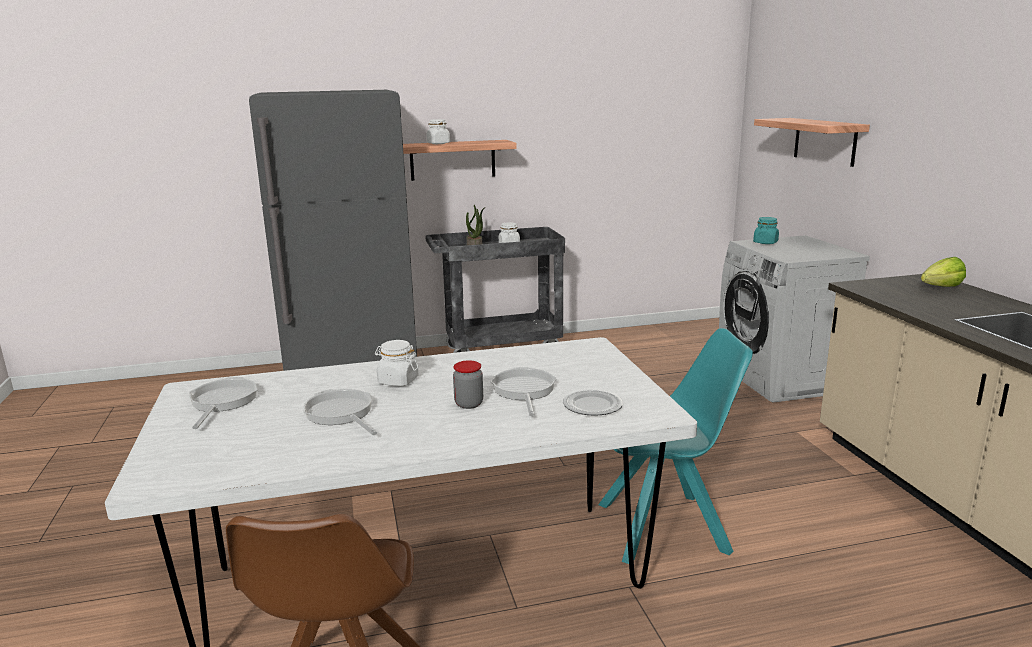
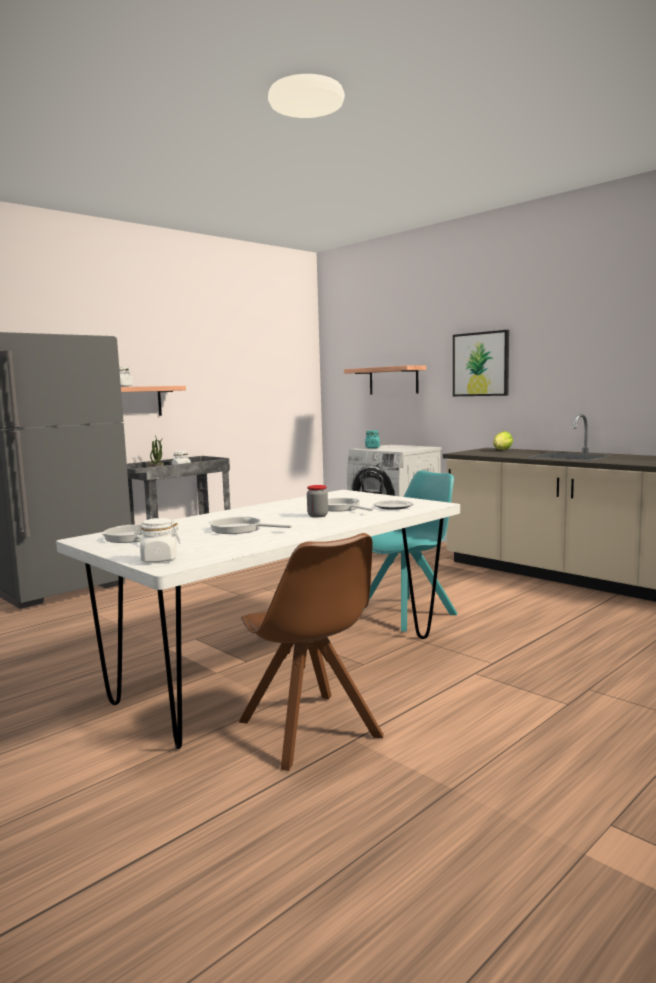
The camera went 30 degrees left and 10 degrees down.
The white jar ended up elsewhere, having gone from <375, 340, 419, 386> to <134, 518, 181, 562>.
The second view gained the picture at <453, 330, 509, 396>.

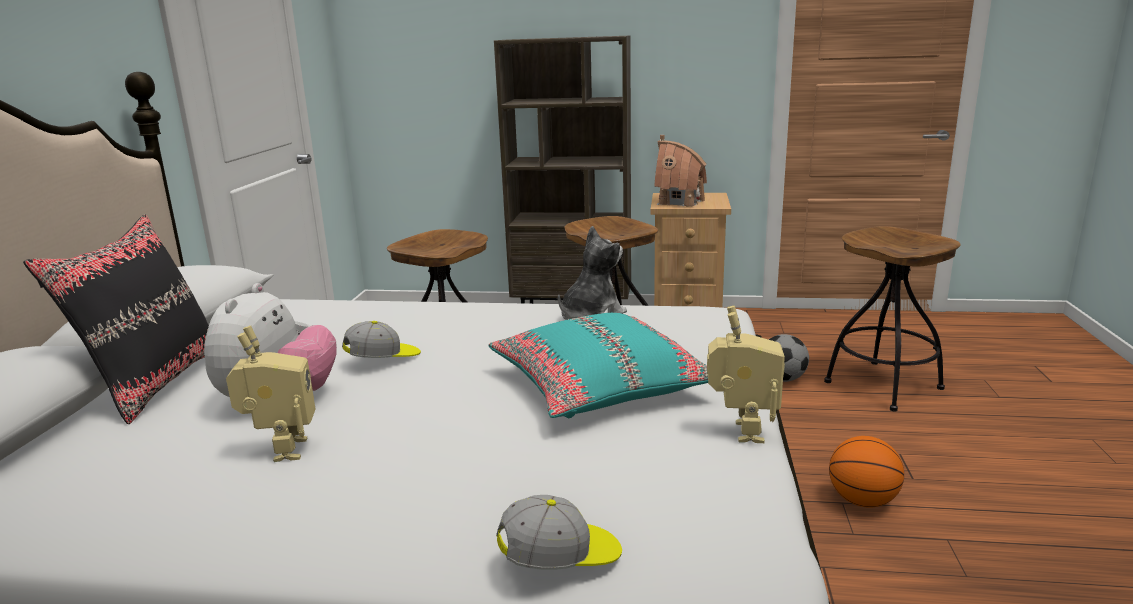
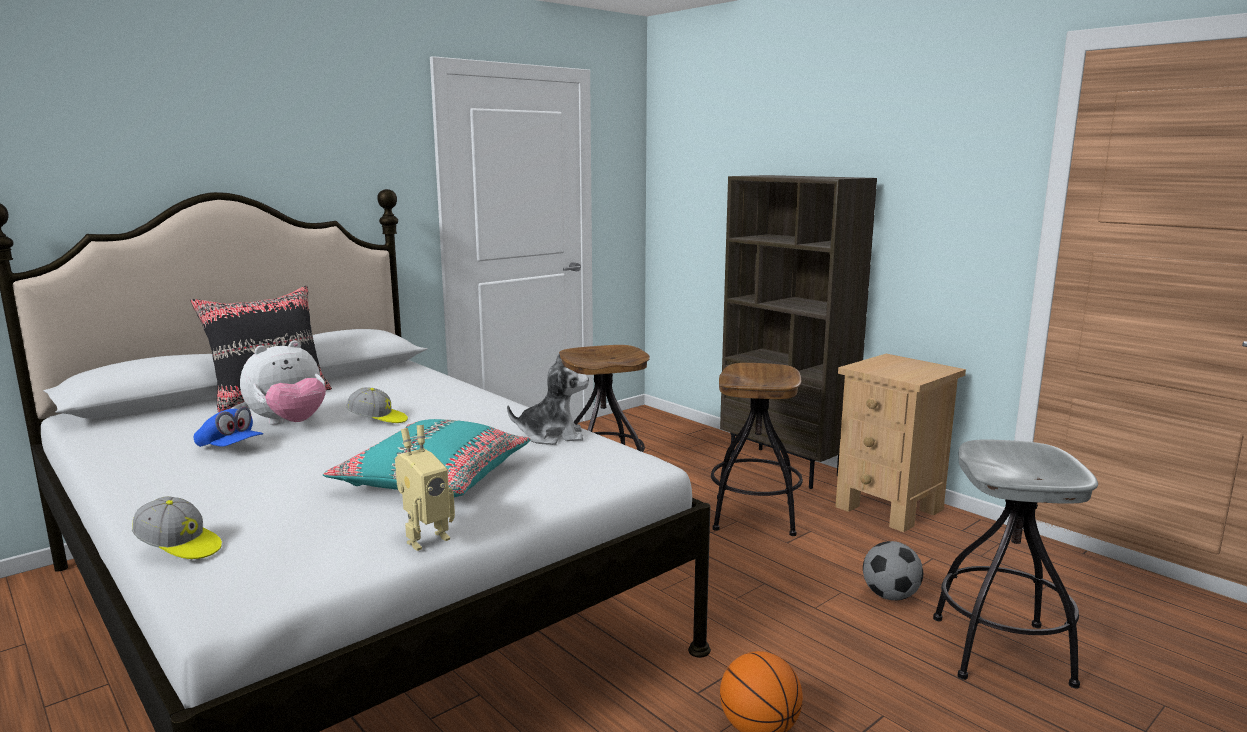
The camera went 40 degrees right and 5 degrees down.
The second view lost the toy house at <655, 135, 707, 207>.
What was the brown stool at <824, 226, 961, 412> turned into the grey stool at <933, 439, 1098, 689>.
Where the toy robot stood at <226, 326, 316, 462>, the blue cap came to stand at <194, 406, 263, 447>.

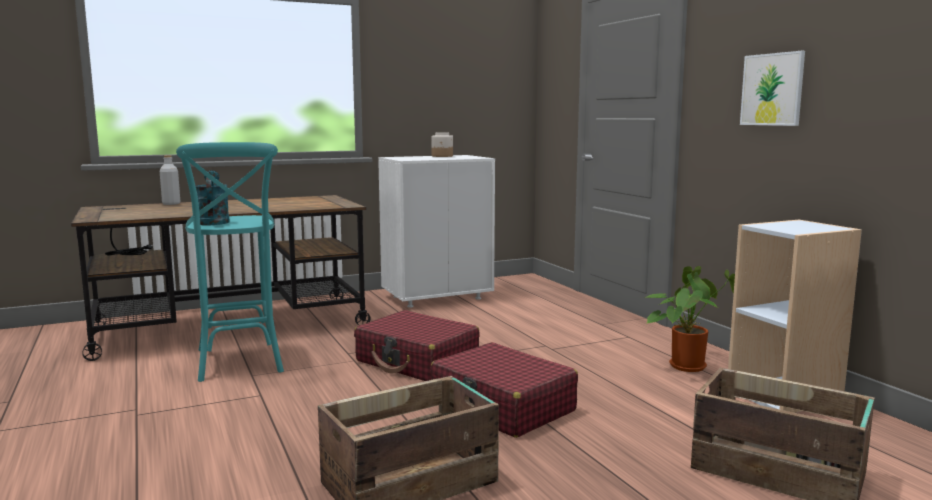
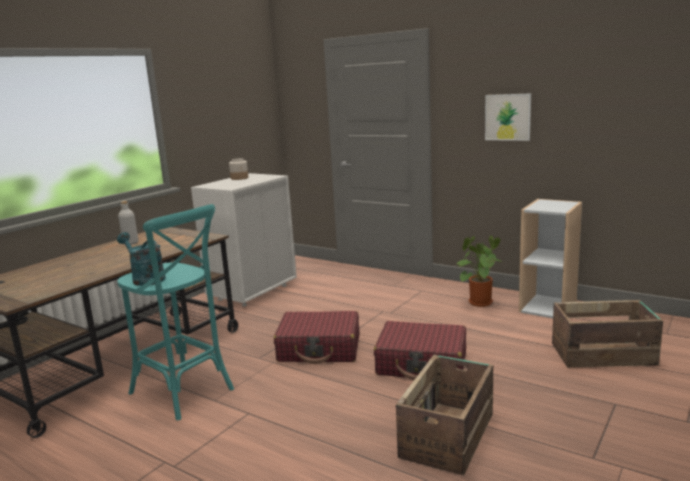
The camera went 30 degrees left and 5 degrees up.
The grey bottle ended up elsewhere, having gone from <160, 155, 180, 205> to <118, 201, 139, 245>.

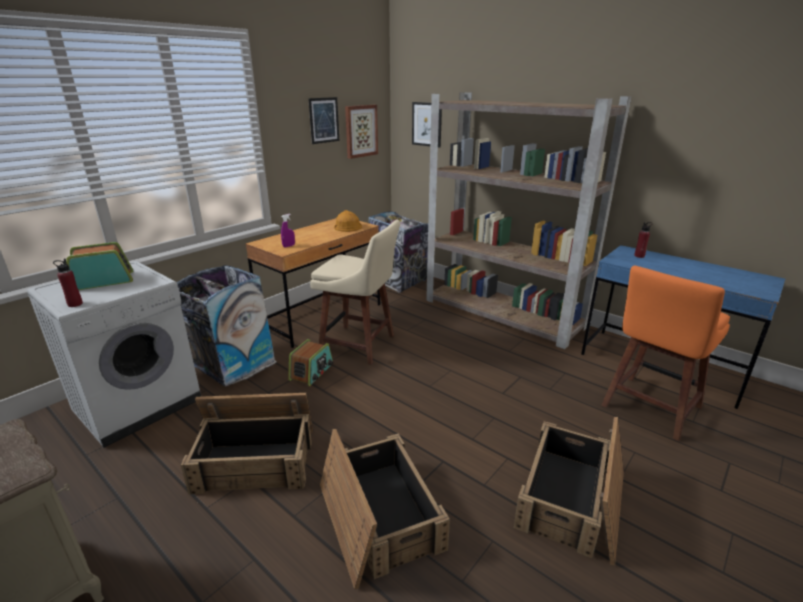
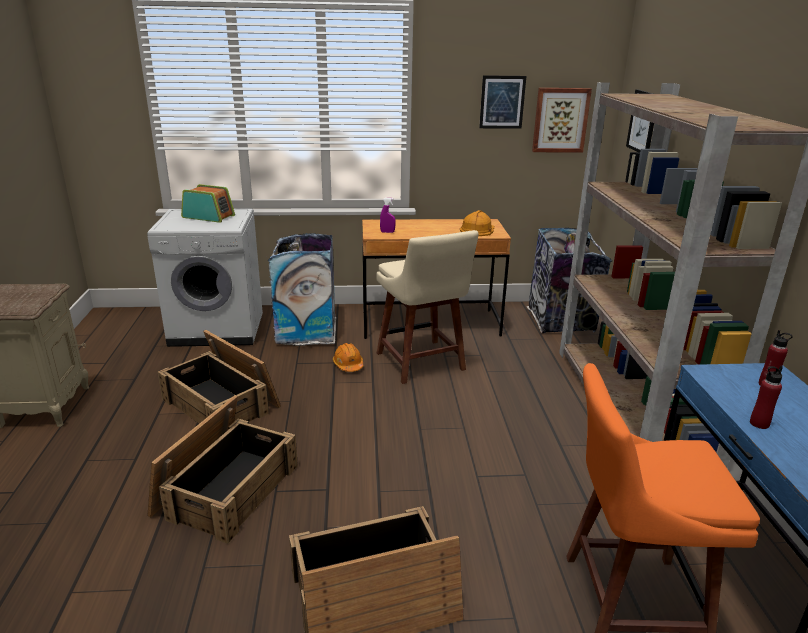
The camera went 45 degrees right and 0 degrees up.
The red bottle ended up elsewhere, having gone from <53, 258, 83, 307> to <750, 366, 783, 429>.
Where the radio stood at <288, 339, 333, 386>, the orange hard hat came to stand at <333, 343, 363, 372>.

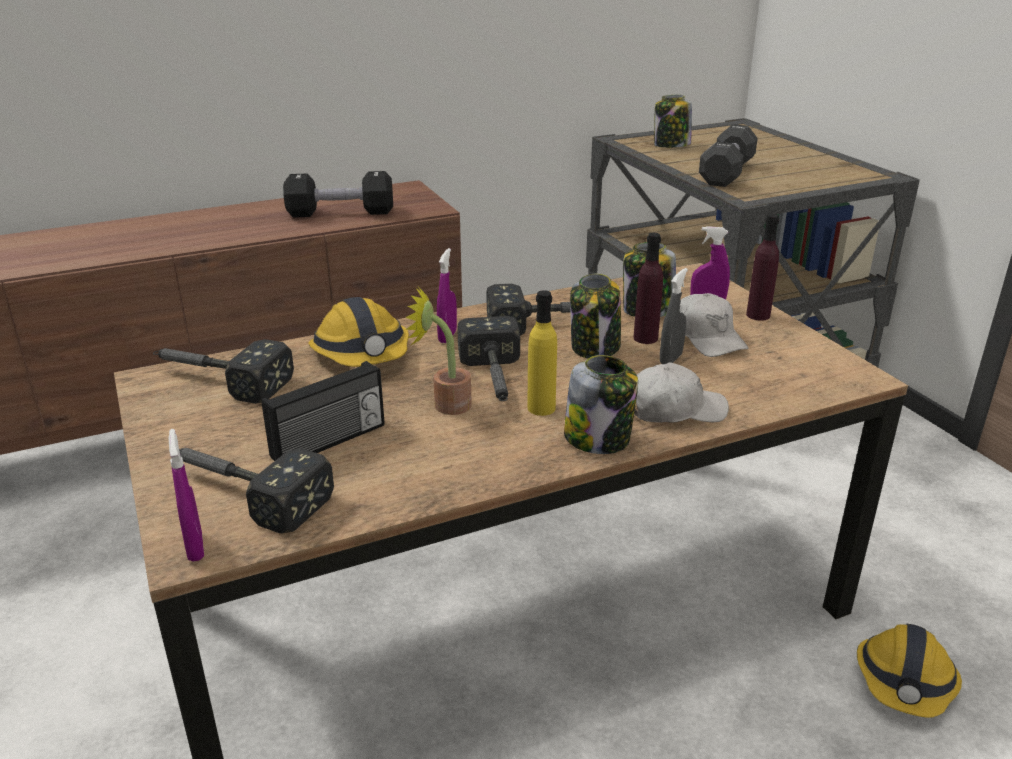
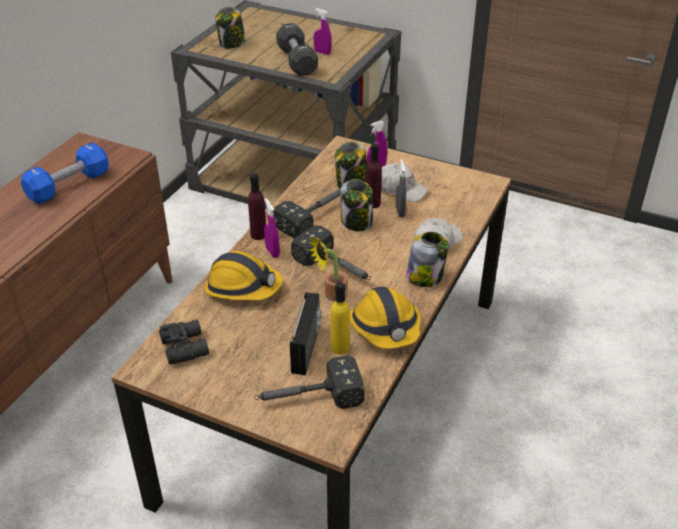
The camera went 40 degrees left and 10 degrees up.
What was the black dumbbell at <283, 171, 393, 218> turned into the blue dumbbell at <21, 142, 109, 204>.
The purple bottle ended up elsewhere, having gone from <746, 214, 779, 321> to <248, 173, 266, 240>.
The yellow bottle ended up elsewhere, having gone from <528, 290, 557, 416> to <331, 282, 350, 355>.
Where the hammer stood at <153, 339, 294, 404>, the black binoculars came to stand at <159, 320, 209, 365>.
The purple spray bottle ended up elsewhere, having gone from <169, 429, 204, 562> to <314, 8, 332, 55>.
The hard hat ended up elsewhere, having gone from <857, 624, 962, 718> to <350, 287, 421, 349>.

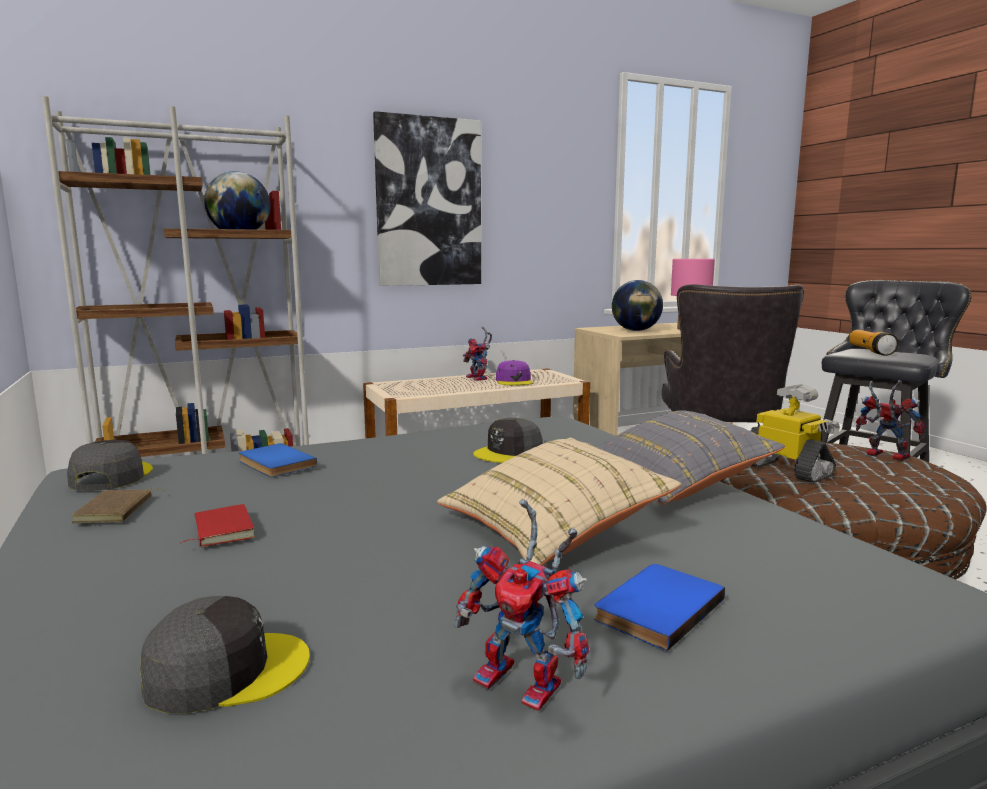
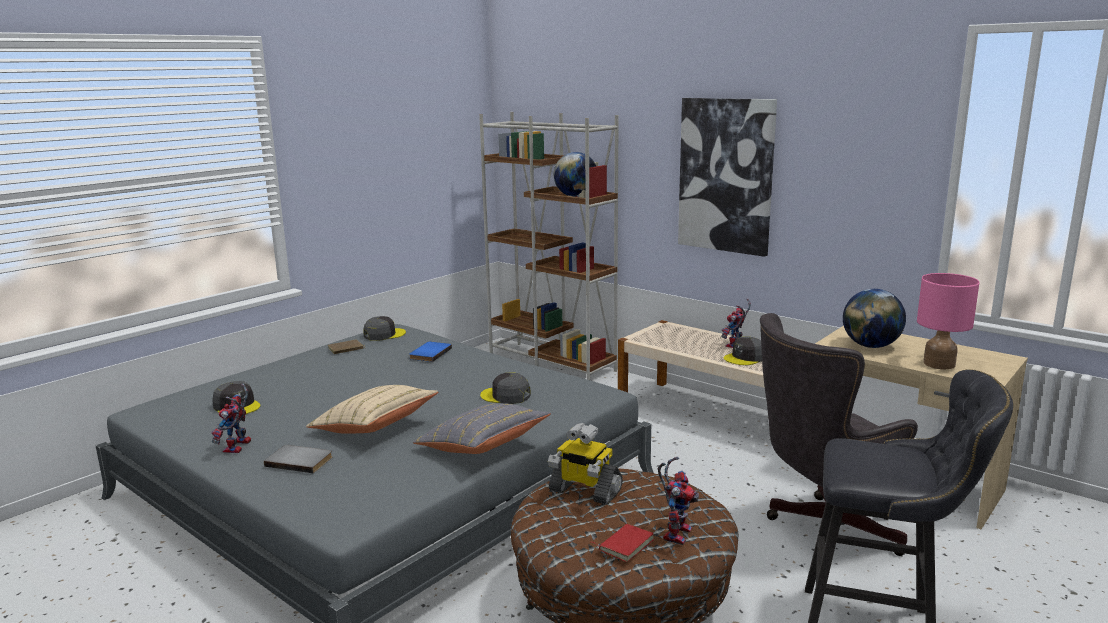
The camera went 65 degrees right and 5 degrees up.
The second view lost the flashlight at <849, 330, 899, 356>.
What was the purple cap at <496, 360, 533, 385> turned into the grey cap at <724, 337, 762, 365>.
The toy robot at <750, 384, 840, 483> ended up facing another way, 90 degrees clockwise from before.
The red book ended up elsewhere, having gone from <180, 504, 255, 547> to <593, 524, 654, 562>.
What was the blue book at <594, 564, 725, 651> turned into the grey book at <264, 445, 332, 473>.

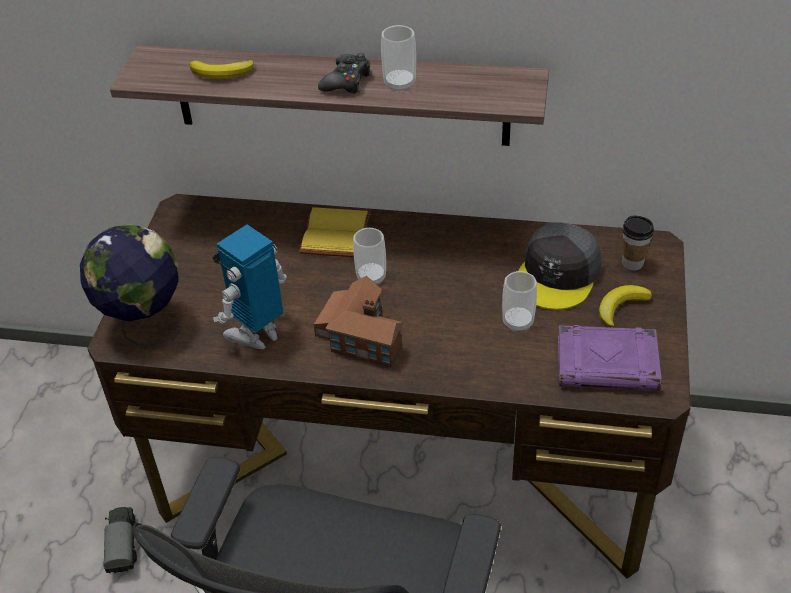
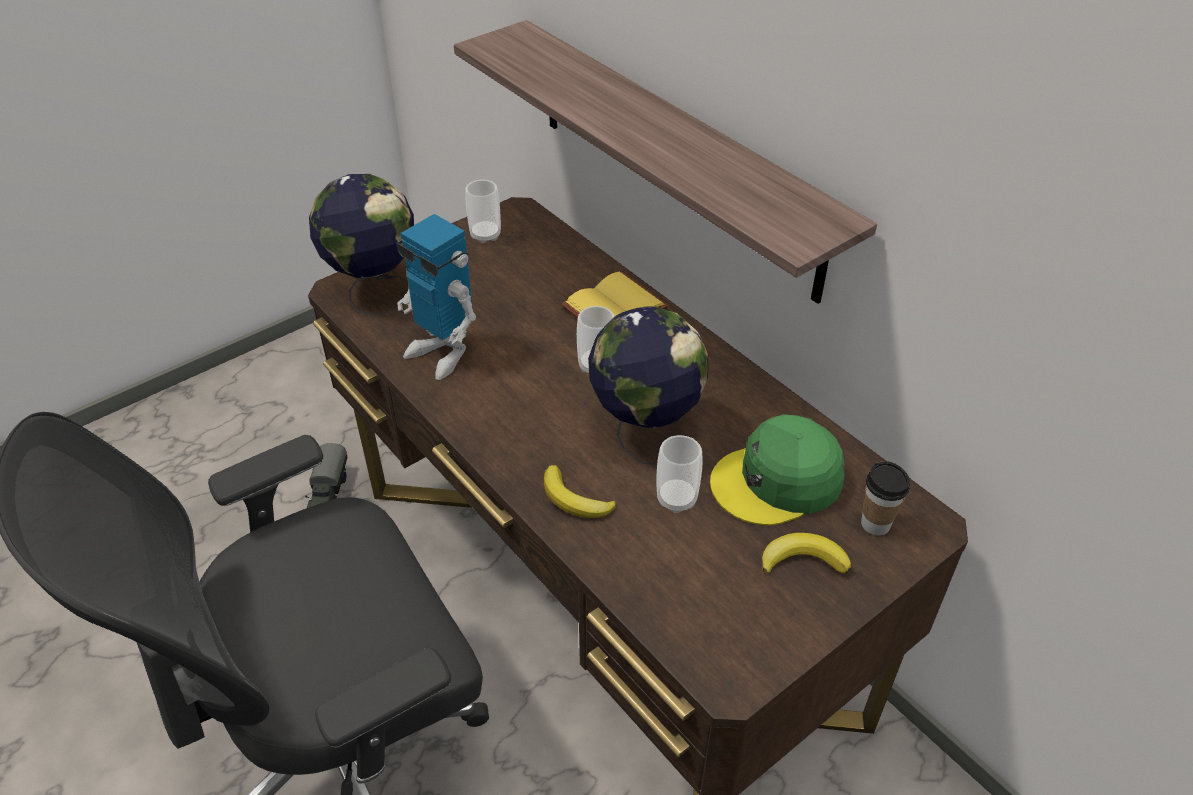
The camera went 40 degrees right and 0 degrees up.
The cup ended up elsewhere, having gone from <381, 25, 416, 92> to <465, 180, 501, 243>.
The second view lost the black game controller at <318, 53, 372, 94>.
The banana ended up elsewhere, having gone from <190, 60, 254, 79> to <544, 465, 617, 518>.
What was the grey cap at <518, 223, 602, 310> turned into the green cap at <710, 414, 845, 526>.
The toy robot at <212, 224, 287, 349> ended up facing another way, 135 degrees counterclockwise from before.
The second view lost the toy house at <314, 276, 403, 368>.
The second view lost the purple book at <558, 325, 662, 391>.
The toy truck at <103, 507, 137, 573> ended up facing another way, 150 degrees clockwise from before.
The second view gained the globe at <588, 306, 708, 466>.

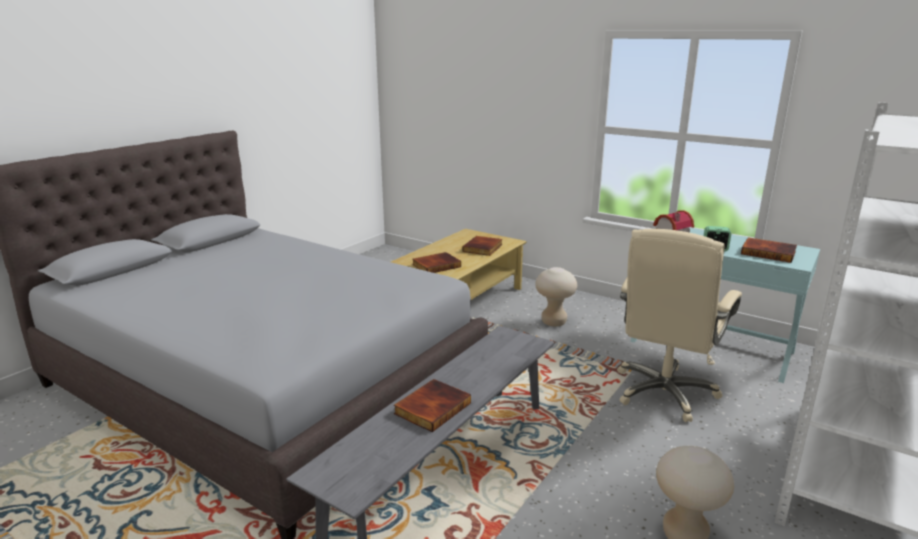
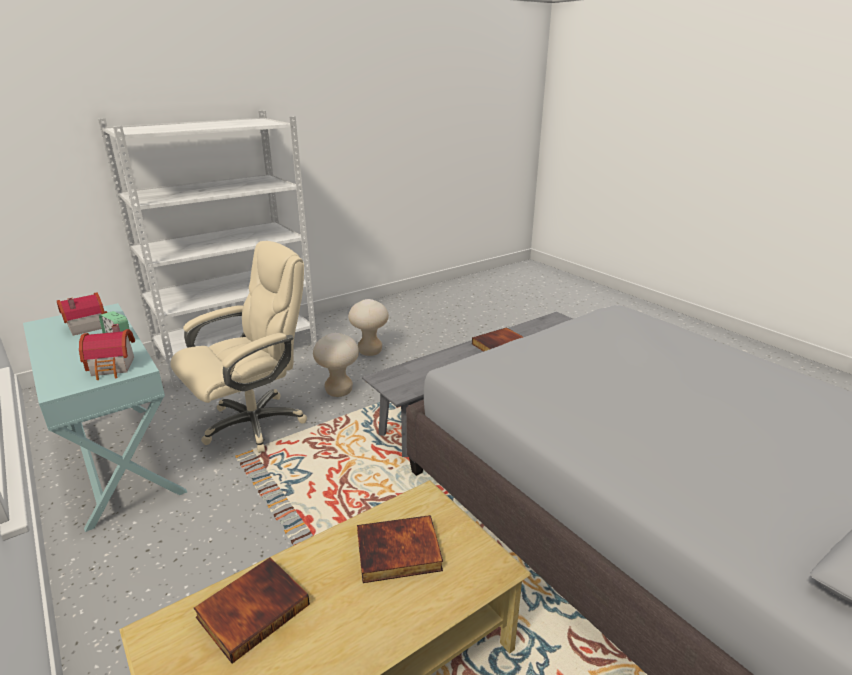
The camera went 160 degrees left and 5 degrees up.
Where the book stood at <741, 237, 797, 263>, the toy house came to stand at <57, 292, 107, 336>.
The beige stool ended up elsewhere, having gone from <535, 267, 577, 327> to <313, 333, 359, 397>.

